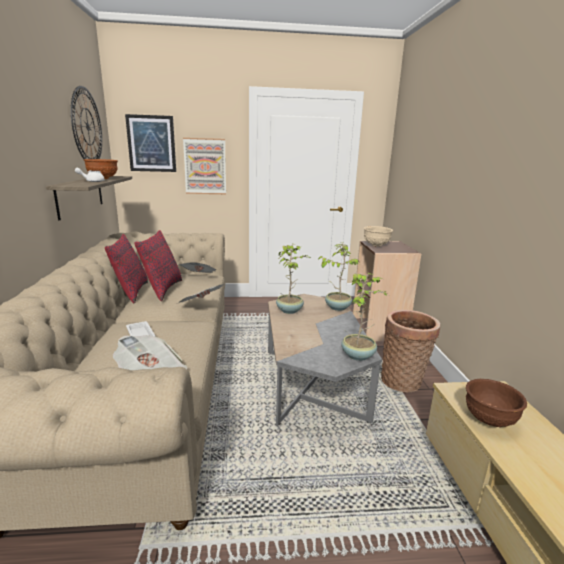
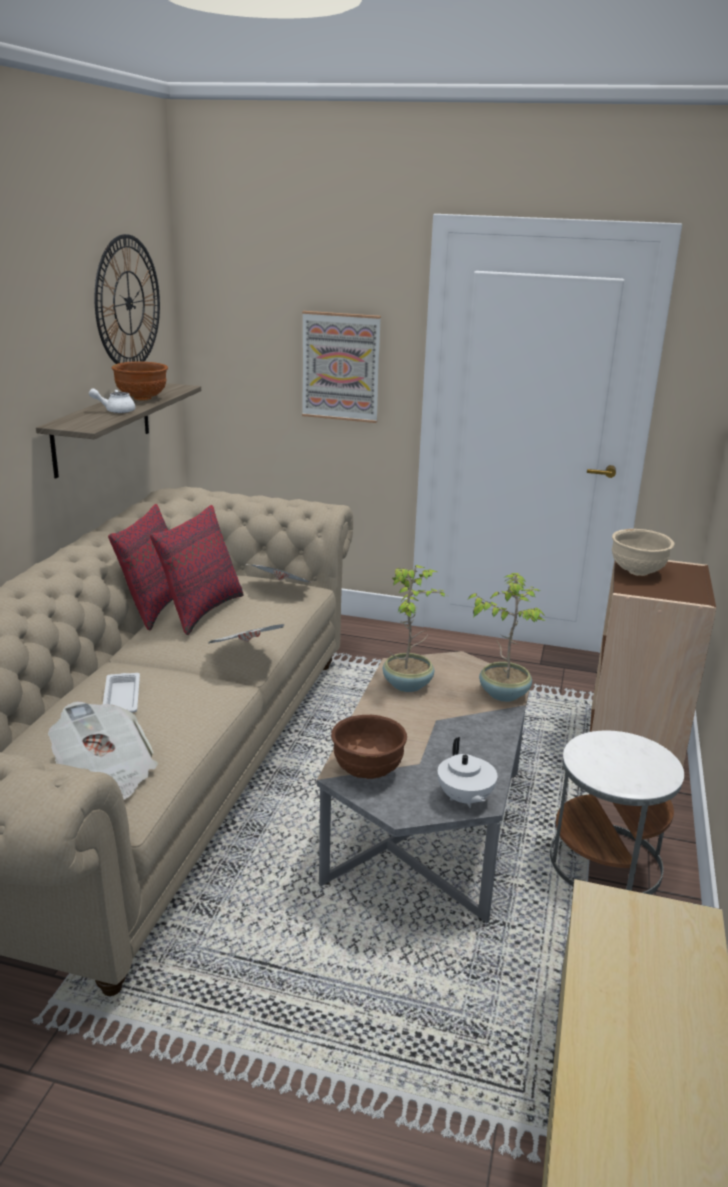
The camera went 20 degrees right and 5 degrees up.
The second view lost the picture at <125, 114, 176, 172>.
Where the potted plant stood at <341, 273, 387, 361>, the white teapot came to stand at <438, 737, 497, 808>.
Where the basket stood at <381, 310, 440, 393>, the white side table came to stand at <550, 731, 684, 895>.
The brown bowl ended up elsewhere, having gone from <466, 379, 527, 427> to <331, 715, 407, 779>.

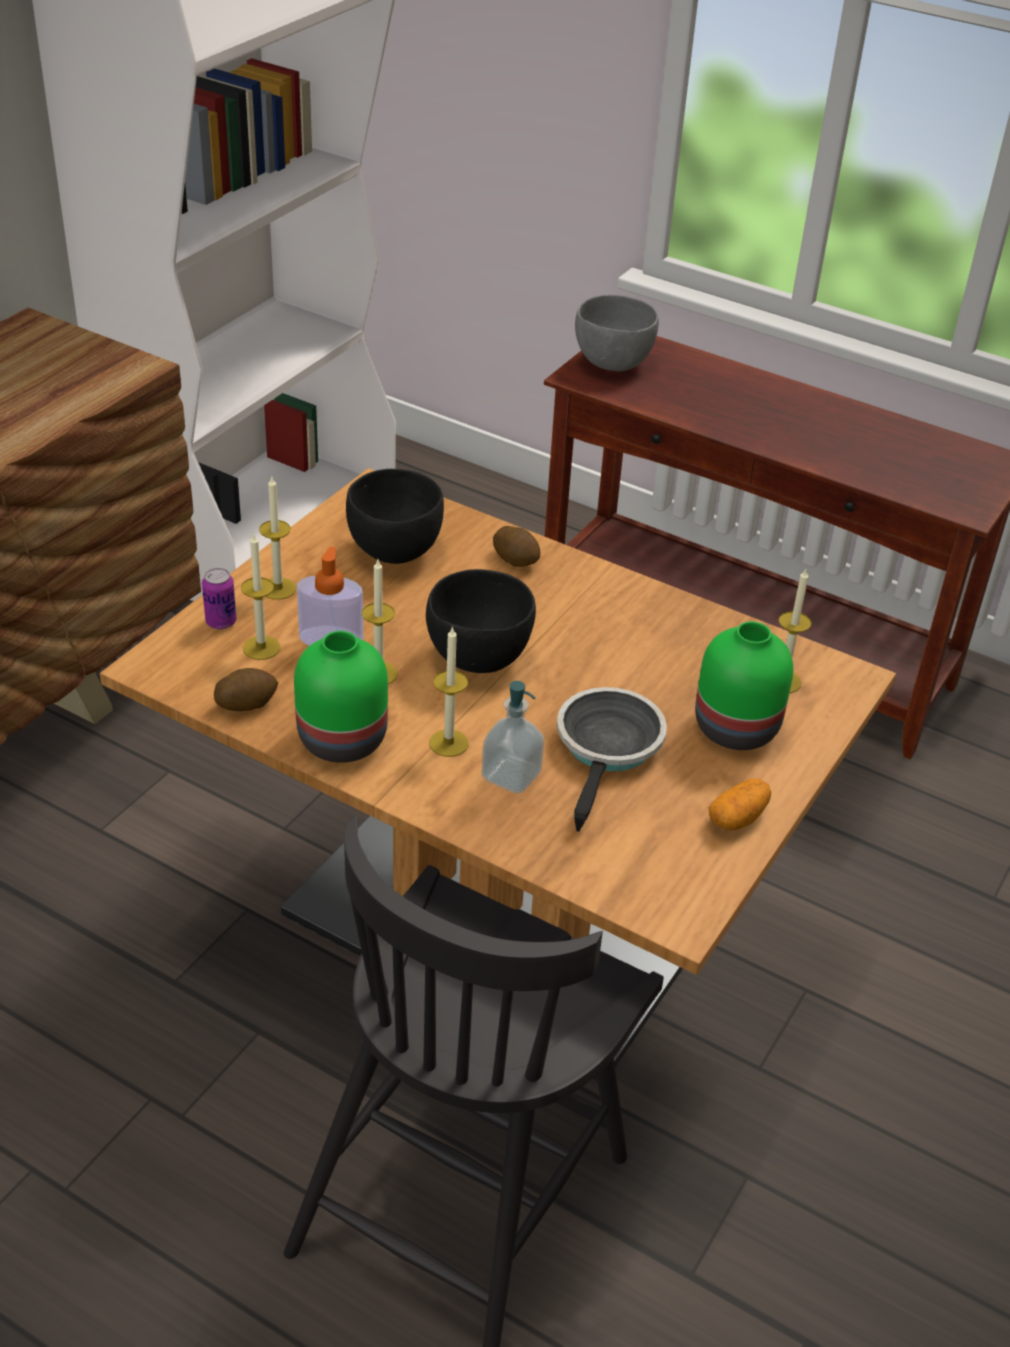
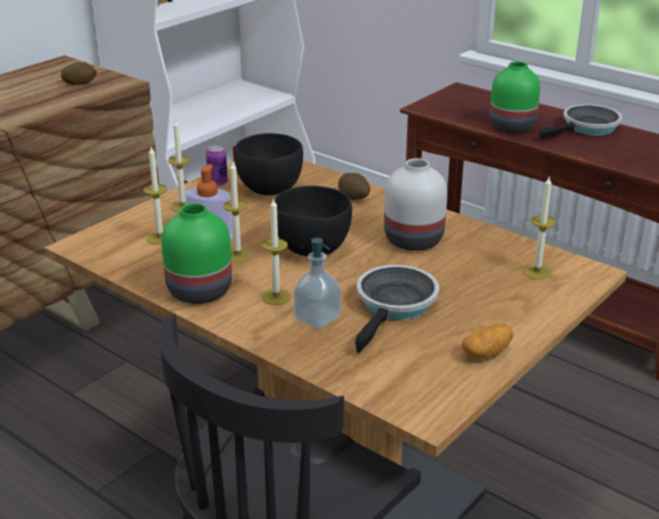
The camera went 10 degrees right and 10 degrees down.
The second view lost the grey bowl at <575, 295, 659, 371>.
The can ended up elsewhere, having gone from <202, 568, 236, 629> to <206, 145, 228, 186>.
The green vase ended up elsewhere, having gone from <695, 621, 793, 750> to <490, 61, 540, 133>.
The potato ended up elsewhere, having gone from <214, 668, 278, 711> to <61, 62, 97, 85>.
The second view gained the frying pan at <539, 104, 622, 140>.
The second view gained the white vase at <384, 158, 447, 251>.

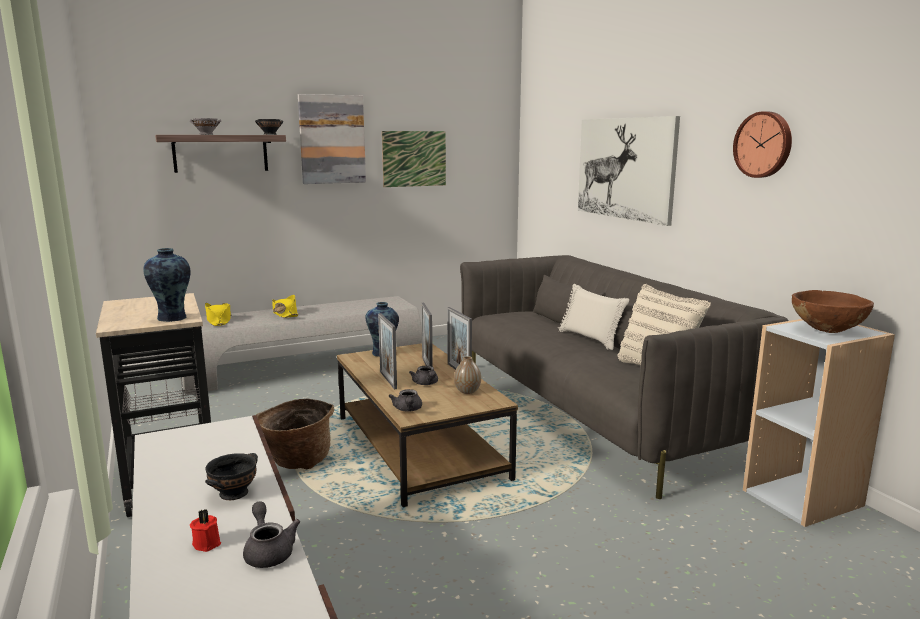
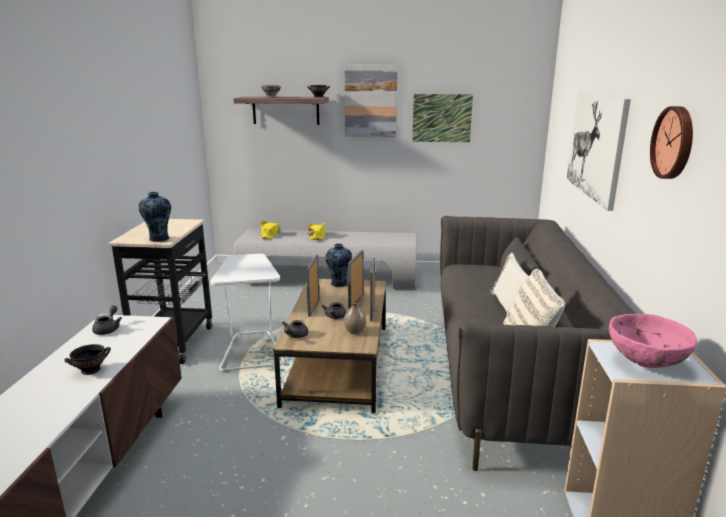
The camera went 30 degrees right and 5 degrees up.
What was the brown bowl at <792, 290, 874, 333> turned into the pink bowl at <609, 314, 697, 368>.
Where the basket stood at <256, 398, 335, 469>, the white side table came to stand at <210, 254, 284, 371>.
The grey teapot ended up elsewhere, having gone from <243, 501, 300, 568> to <92, 305, 122, 335>.
The second view lost the red candle at <190, 509, 221, 552>.

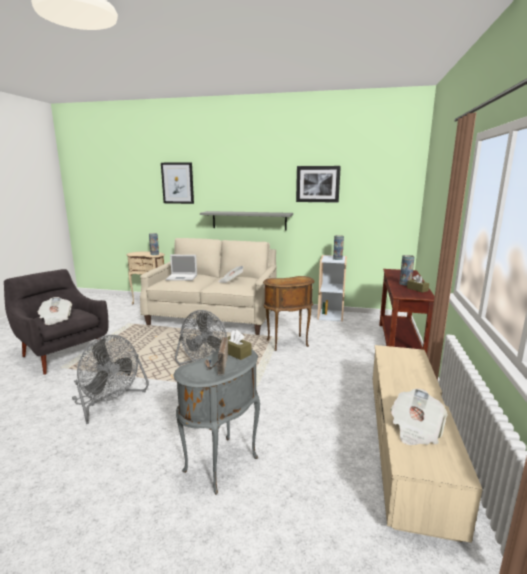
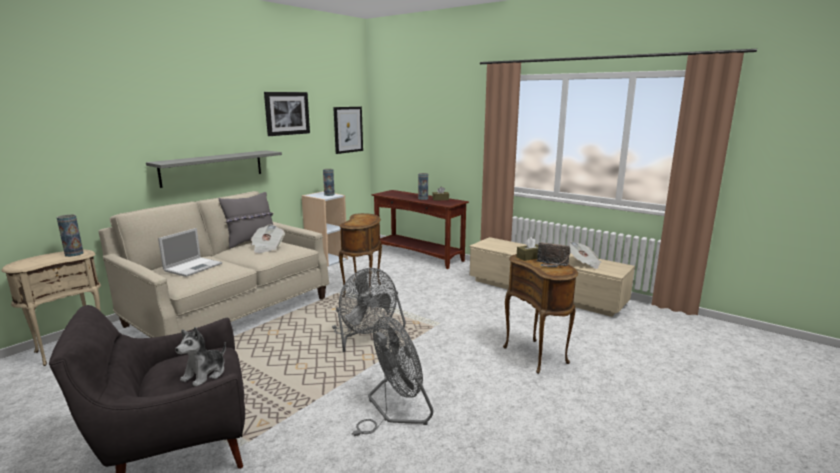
The camera went 65 degrees left and 0 degrees up.
The picture ended up elsewhere, having gone from <161, 162, 194, 204> to <333, 107, 363, 154>.
Where the newspaper stood at <38, 297, 72, 325>, the plush toy came to stand at <175, 327, 226, 386>.
What was the grey side table at <174, 348, 260, 495> turned into the brown side table at <503, 254, 578, 374>.
The second view gained the grey pillow at <219, 192, 274, 248>.

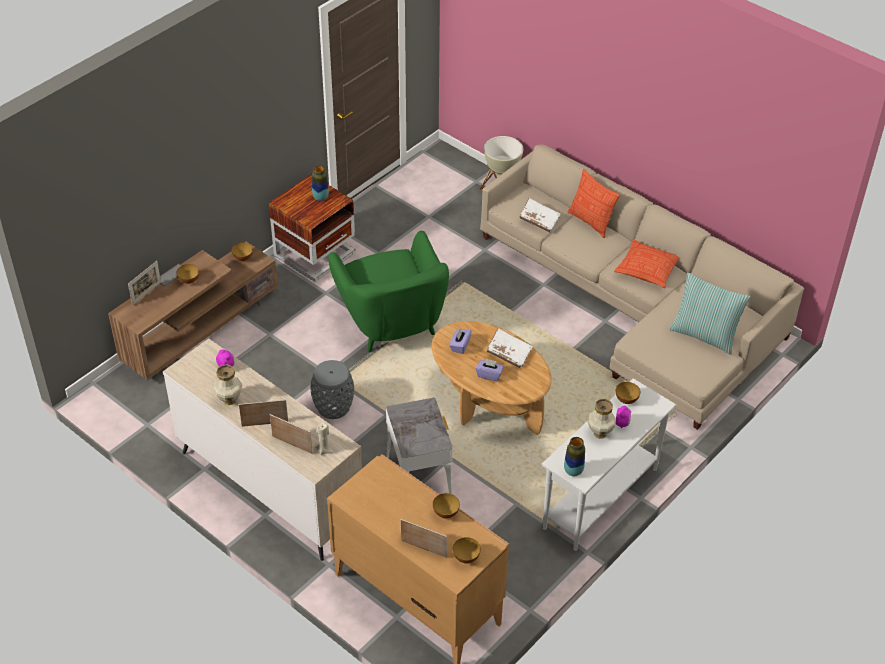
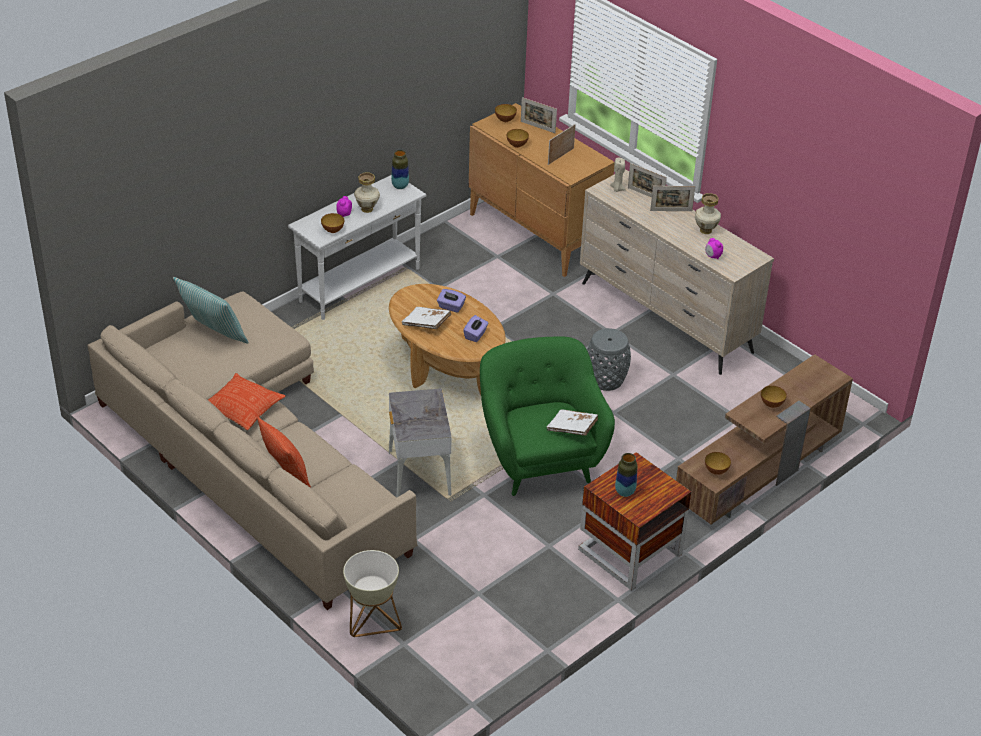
The camera went 175 degrees left and 5 degrees down.
The white book ended up elsewhere, having gone from <519, 198, 560, 233> to <547, 409, 598, 436>.
The picture frame ended up elsewhere, having gone from <128, 261, 161, 305> to <548, 124, 576, 165>.
The side table ended up elsewhere, having gone from <386, 398, 453, 494> to <389, 389, 452, 498>.

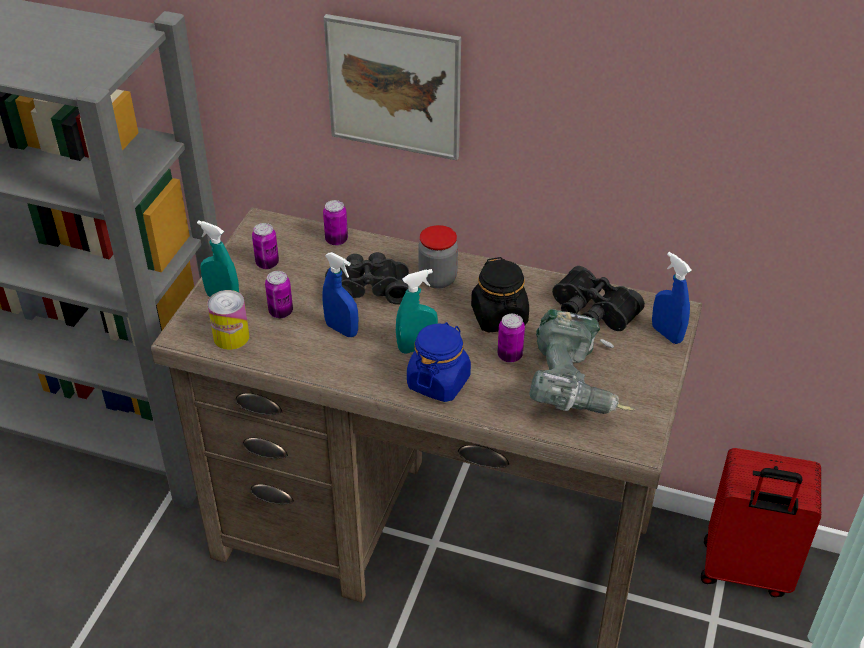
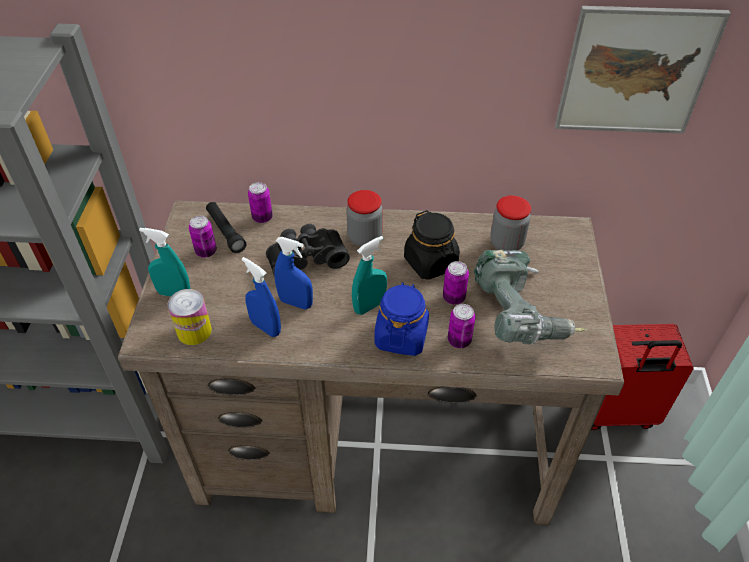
The camera went 15 degrees left and 5 degrees up.
The picture ended up elsewhere, having gone from <323, 14, 461, 160> to <555, 6, 731, 134>.
The blue spray bottle ended up elsewhere, having gone from <652, 252, 692, 344> to <241, 257, 281, 337>.
Where the black binoculars stood at <552, 266, 645, 331>, the jar came to stand at <490, 195, 531, 251>.
The can ended up elsewhere, having gone from <265, 271, 293, 318> to <448, 304, 476, 348>.
The second view gained the black flashlight at <206, 202, 247, 253>.

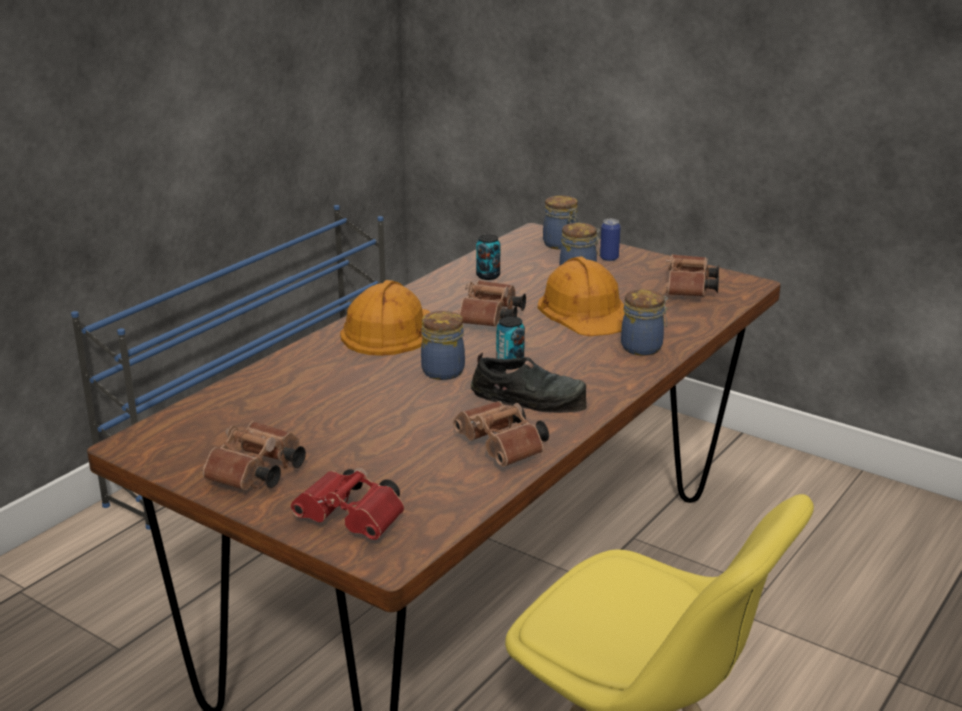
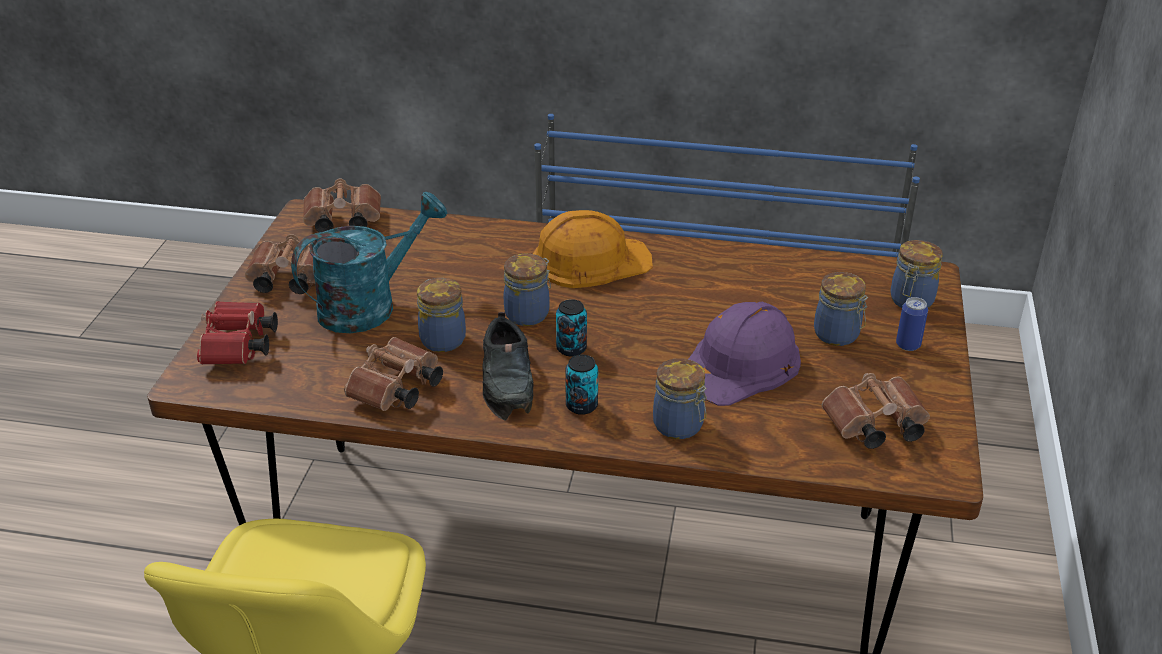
The camera went 65 degrees right and 10 degrees up.
The can ended up elsewhere, having gone from <476, 235, 500, 280> to <565, 355, 598, 415>.
What was the orange hard hat at <538, 257, 625, 336> turned into the purple hard hat at <689, 302, 801, 406>.
The brown binoculars ended up elsewhere, having gone from <458, 280, 526, 327> to <303, 179, 381, 233>.
The second view gained the turquoise watering can at <291, 192, 448, 333>.
The second view gained the jar at <417, 278, 466, 352>.

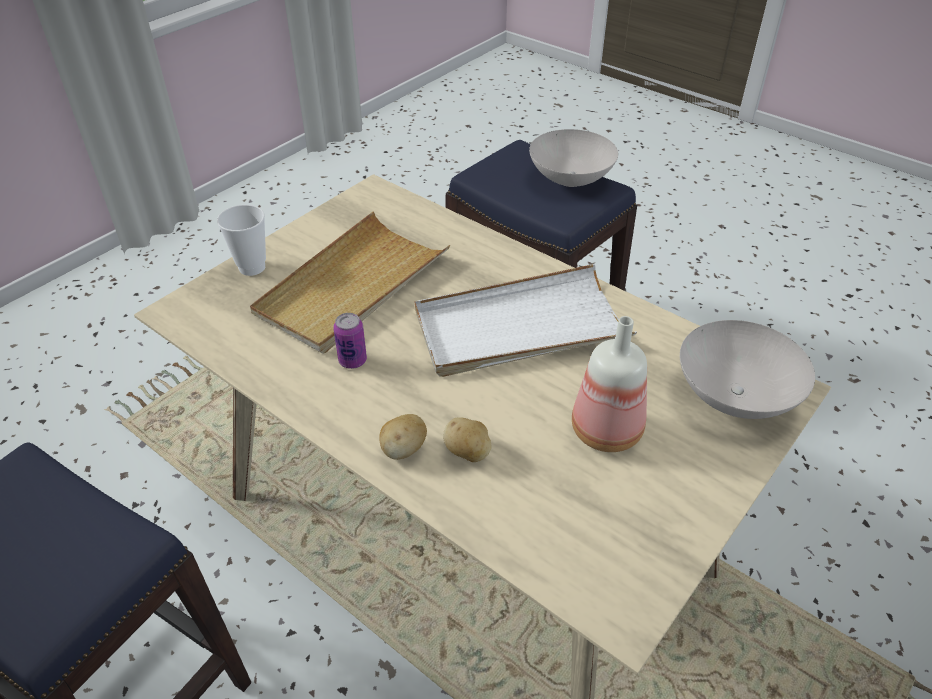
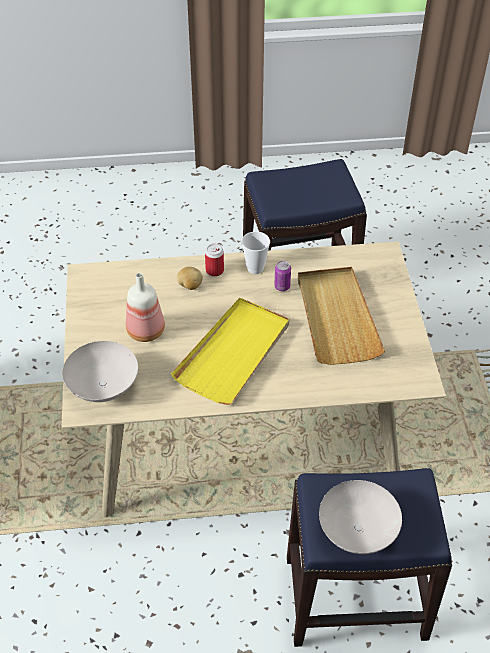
The camera went 135 degrees right and 5 degrees up.
The cup ended up elsewhere, having gone from <217, 205, 266, 276> to <242, 231, 270, 274>.
What was the white tray at <414, 264, 637, 377> turned into the yellow tray at <171, 298, 289, 405>.
Where the potato stood at <379, 414, 427, 460>, the can came to stand at <205, 244, 224, 277>.

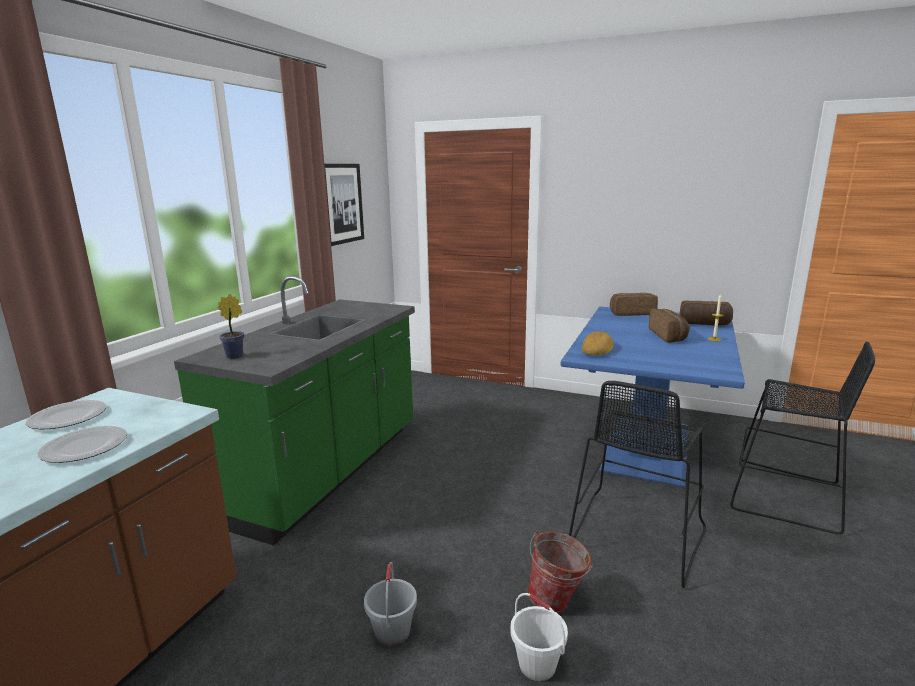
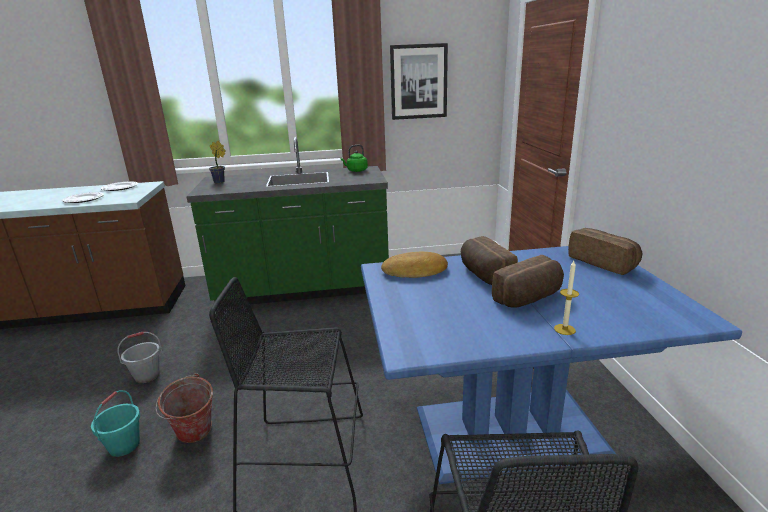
The camera went 60 degrees right and 5 degrees up.
The bread ended up elsewhere, having gone from <680, 301, 733, 325> to <461, 236, 518, 285>.
What was the white bucket at <510, 593, 568, 681> turned into the turquoise bucket at <91, 390, 140, 457>.
The second view gained the green kettle at <341, 145, 368, 172>.

